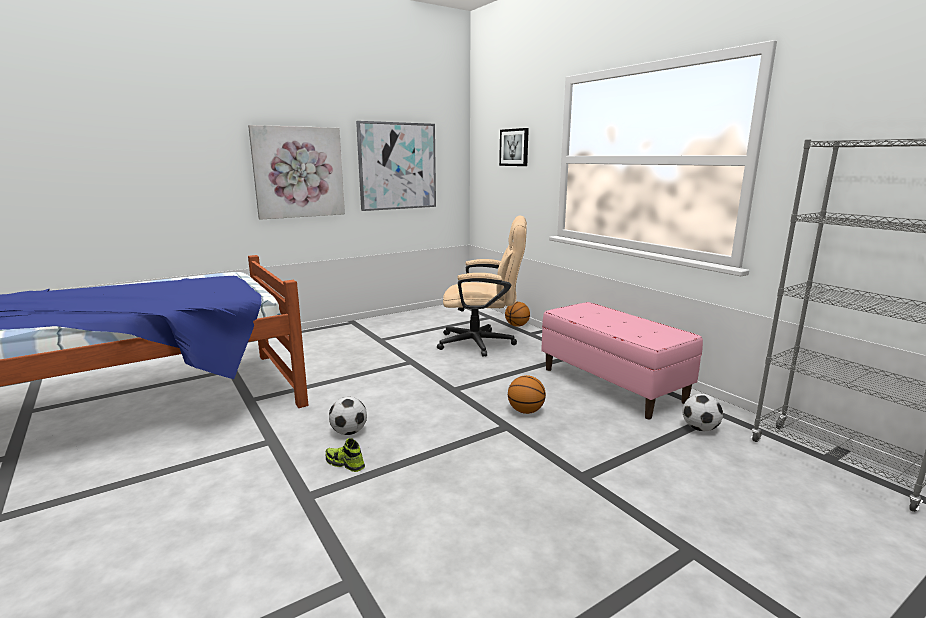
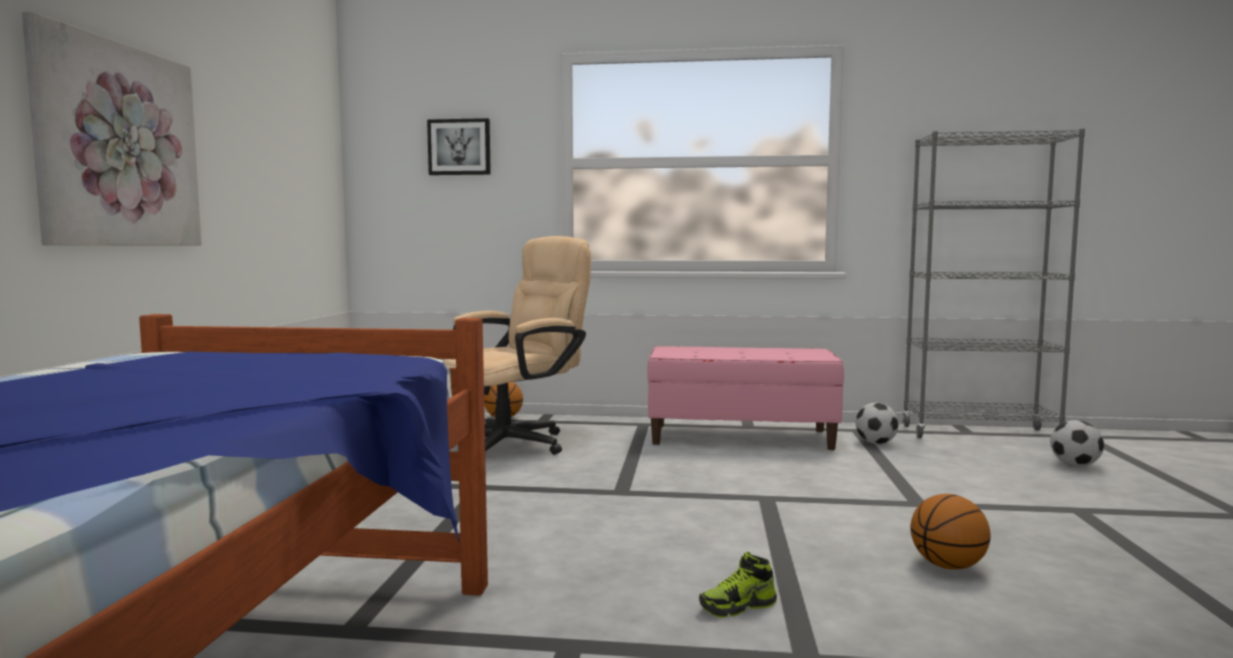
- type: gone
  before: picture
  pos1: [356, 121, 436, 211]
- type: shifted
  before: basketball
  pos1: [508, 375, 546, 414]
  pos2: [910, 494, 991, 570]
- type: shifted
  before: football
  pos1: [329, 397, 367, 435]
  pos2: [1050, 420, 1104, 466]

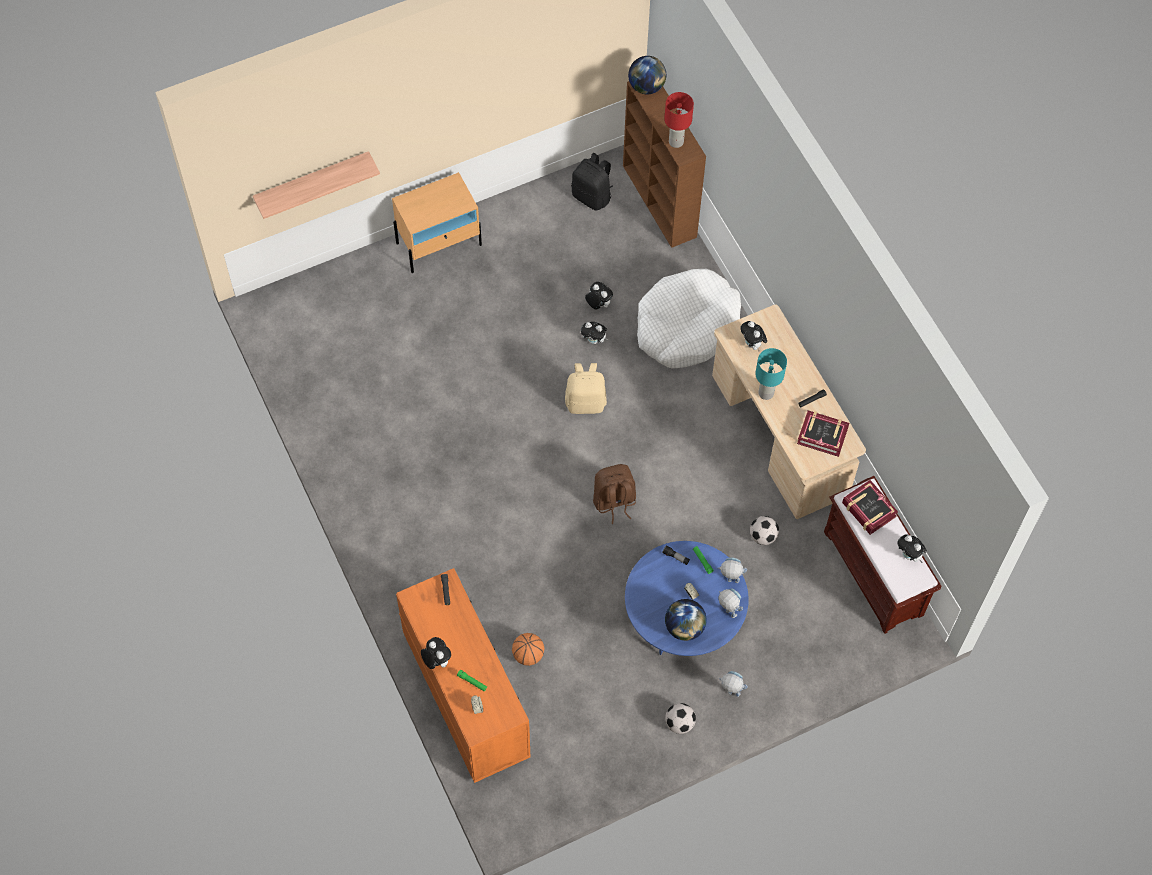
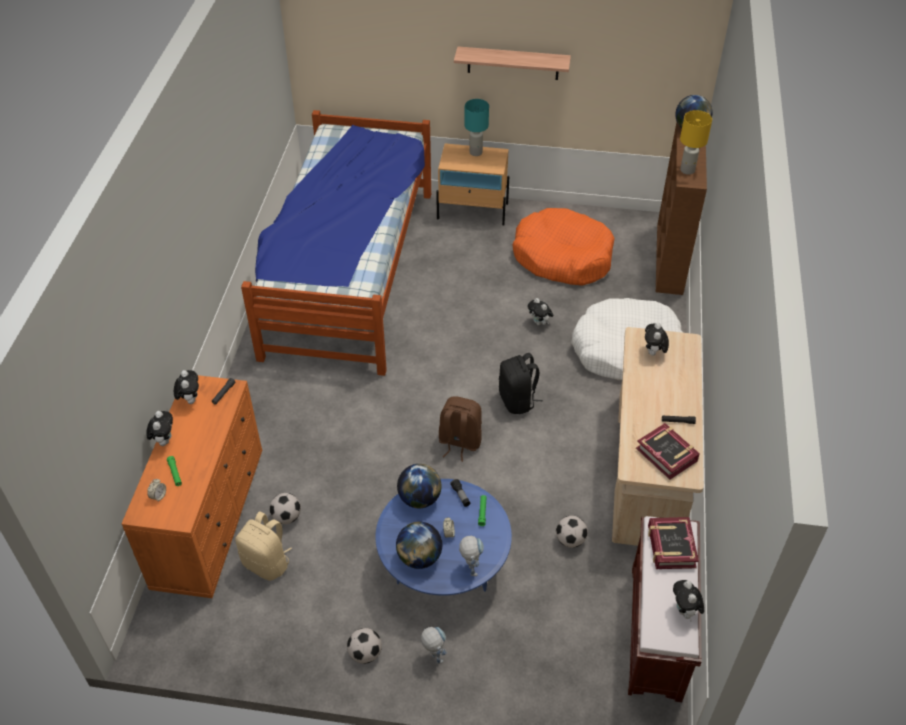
- type: repainted
  before: red table lamp
  after: yellow table lamp
  pos1: [664, 92, 694, 148]
  pos2: [680, 110, 712, 175]
- type: shifted
  before: shelf
  pos1: [253, 151, 380, 219]
  pos2: [454, 46, 571, 80]
- type: shifted
  before: black backpack
  pos1: [571, 153, 613, 211]
  pos2: [499, 353, 543, 414]
- type: shifted
  before: plush toy
  pos1: [585, 282, 613, 310]
  pos2: [174, 370, 199, 404]
- type: shifted
  before: turquoise table lamp
  pos1: [755, 348, 787, 400]
  pos2: [464, 99, 489, 156]
- type: shifted
  before: beige backpack
  pos1: [565, 363, 607, 414]
  pos2: [235, 511, 292, 581]
- type: gone
  before: toy robot
  pos1: [718, 558, 747, 583]
- type: swapped
  before: basketball
  after: football
  pos1: [512, 633, 545, 666]
  pos2: [269, 493, 301, 524]
- type: new
  after: bed
  pos2: [241, 110, 431, 376]
- type: new
  after: orange dog bed
  pos2: [512, 208, 615, 286]
- type: new
  after: globe
  pos2: [397, 464, 442, 508]

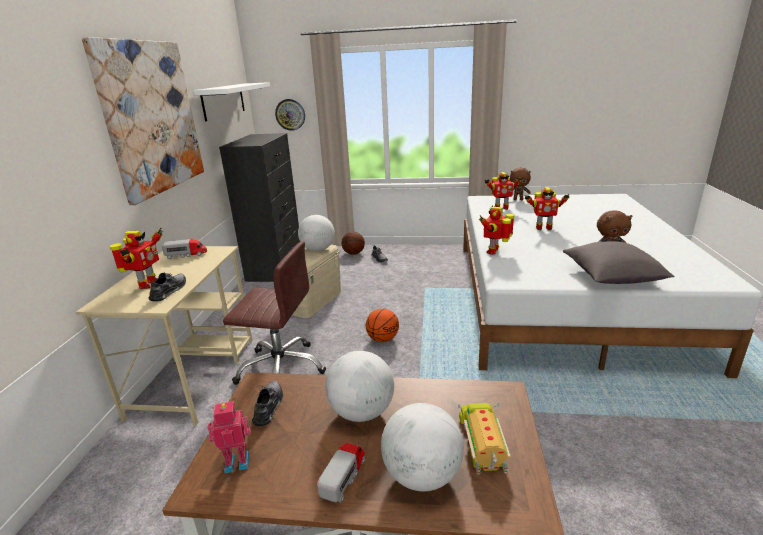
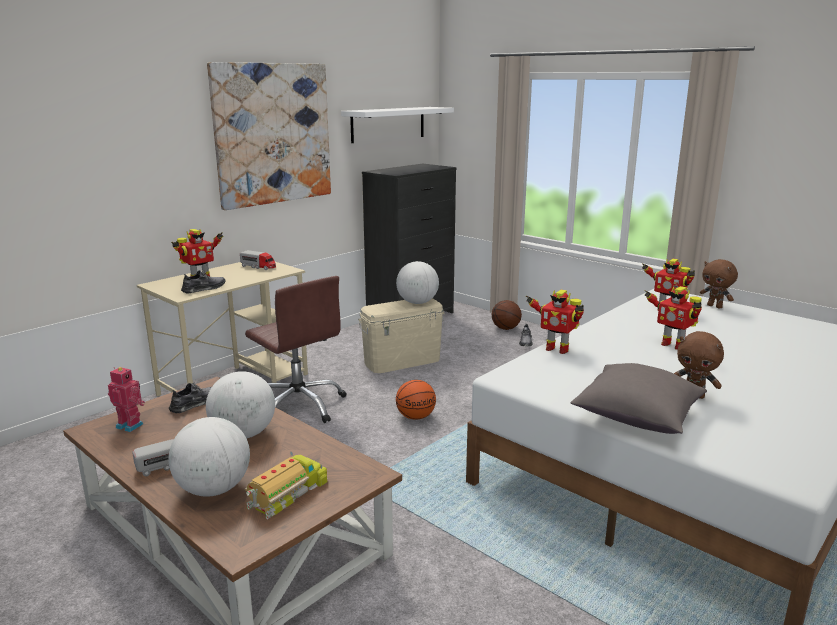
- type: gone
  before: wall clock
  pos1: [275, 99, 305, 131]
- type: rotated
  before: toy robot
  pos1: [479, 205, 514, 254]
  pos2: [526, 290, 584, 354]
  turn: -120

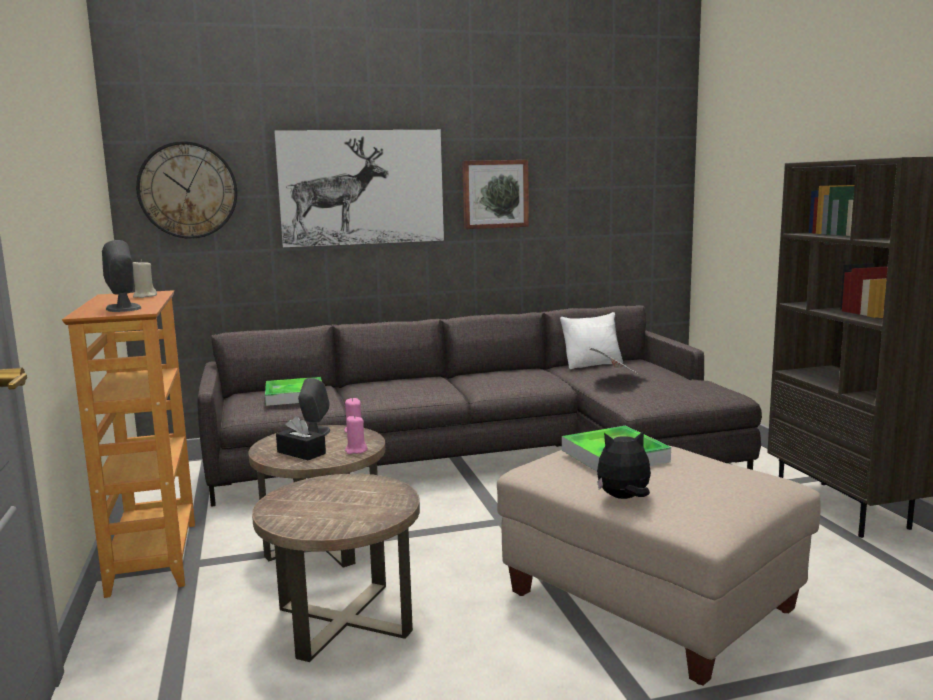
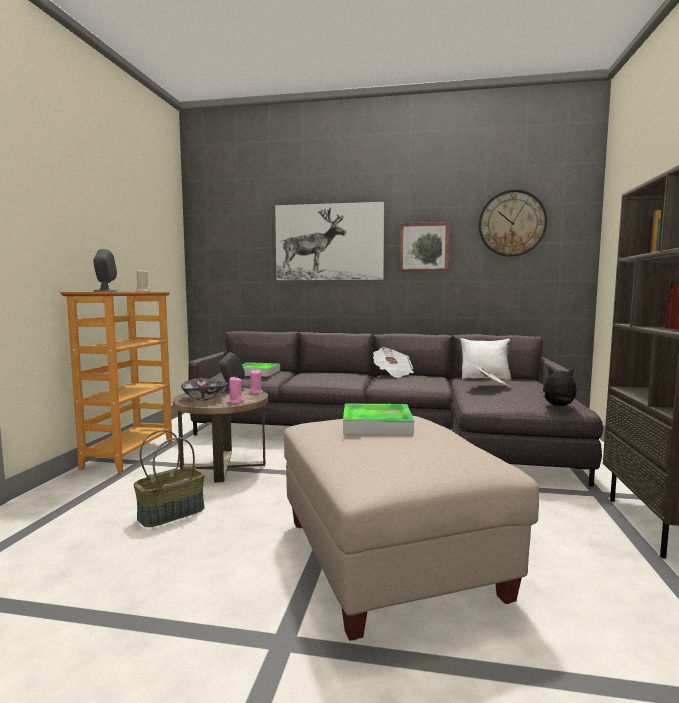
- type: shifted
  before: wall clock
  pos1: [136, 141, 237, 239]
  pos2: [479, 190, 547, 257]
- type: swapped
  before: black tissue box
  after: bowl
  pos1: [276, 416, 326, 460]
  pos2: [181, 378, 225, 401]
- type: shifted
  before: plush toy
  pos1: [597, 430, 651, 499]
  pos2: [541, 367, 577, 406]
- type: swapped
  before: brown side table
  after: basket
  pos1: [252, 474, 420, 662]
  pos2: [133, 430, 205, 527]
- type: new
  after: newspaper
  pos2: [373, 348, 414, 377]

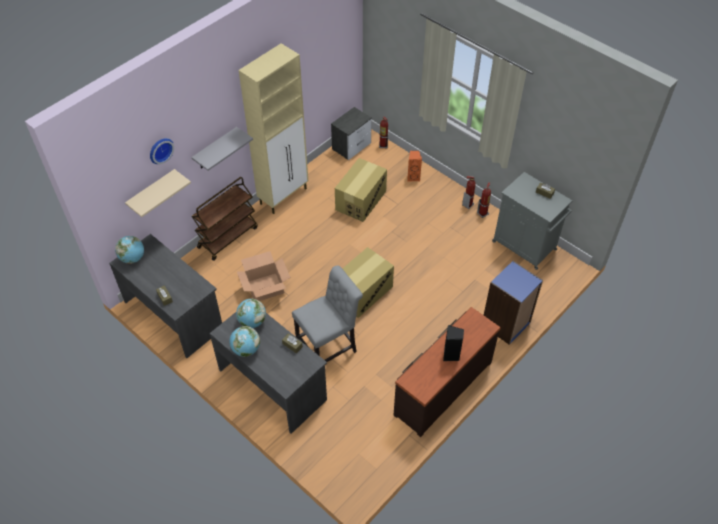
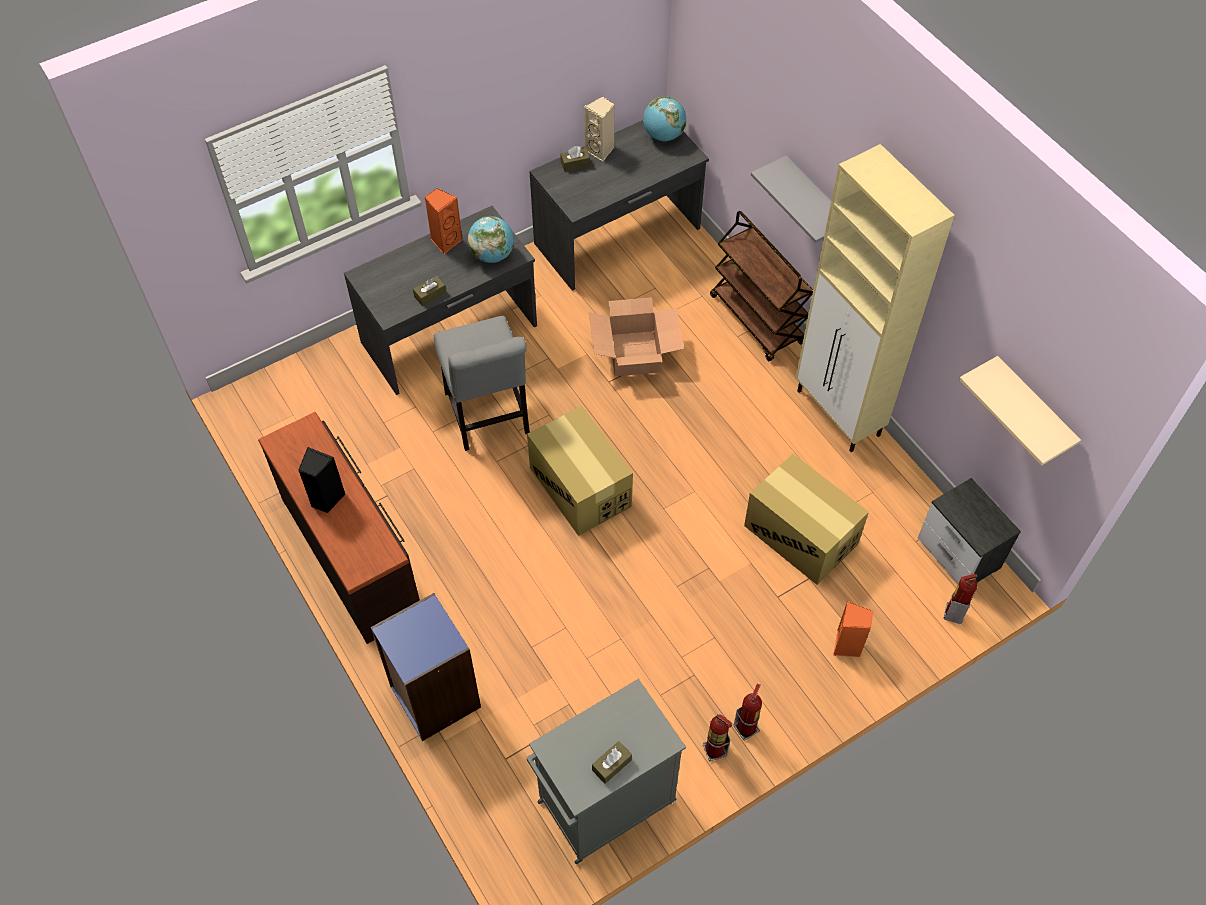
- type: gone
  before: wall clock
  pos1: [150, 138, 174, 164]
- type: shifted
  before: beige shelf
  pos1: [125, 169, 191, 217]
  pos2: [959, 356, 1081, 466]
- type: swapped
  before: globe
  after: orange speaker
  pos1: [229, 326, 260, 357]
  pos2: [424, 188, 463, 254]
- type: new
  after: beige speaker
  pos2: [584, 96, 615, 161]

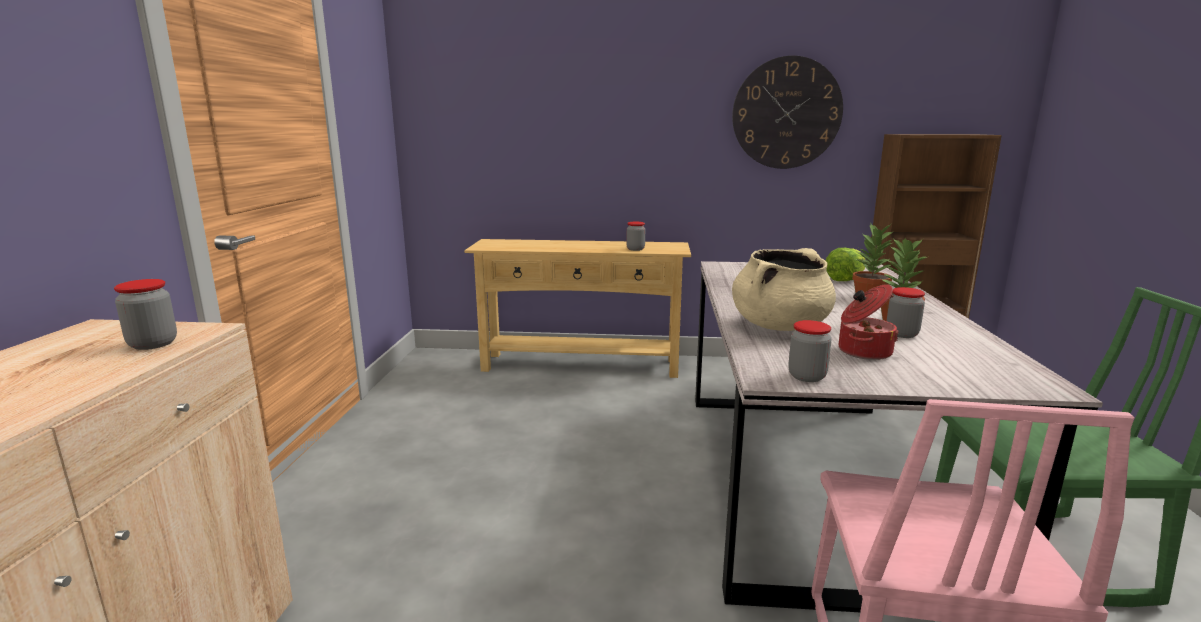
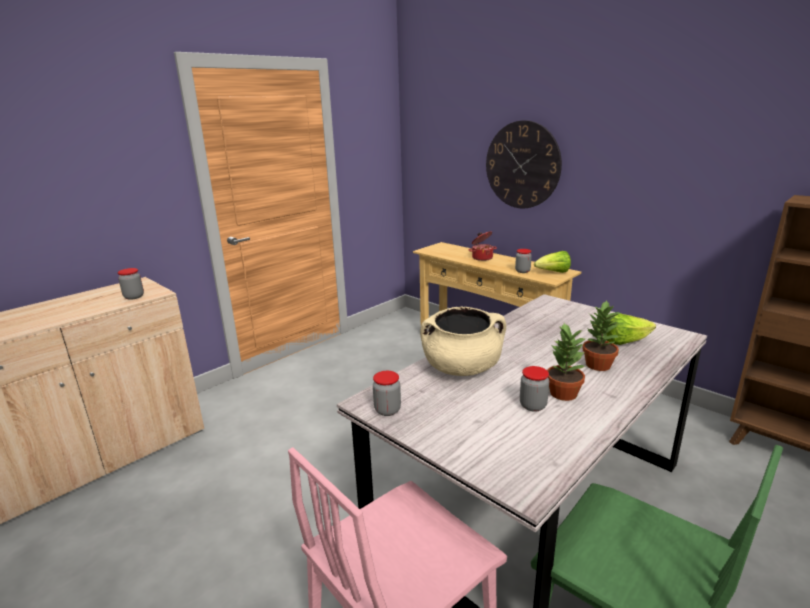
- type: shifted
  before: wall clock
  pos1: [732, 56, 843, 169]
  pos2: [486, 120, 562, 208]
- type: shifted
  before: cooking pot
  pos1: [839, 284, 899, 360]
  pos2: [469, 231, 497, 261]
- type: new
  after: lettuce
  pos2: [534, 251, 571, 273]

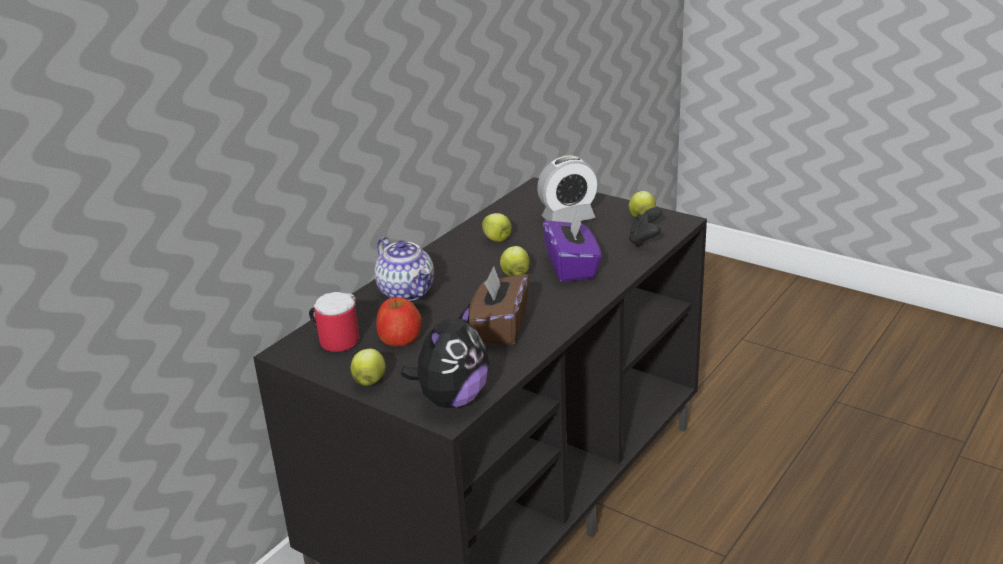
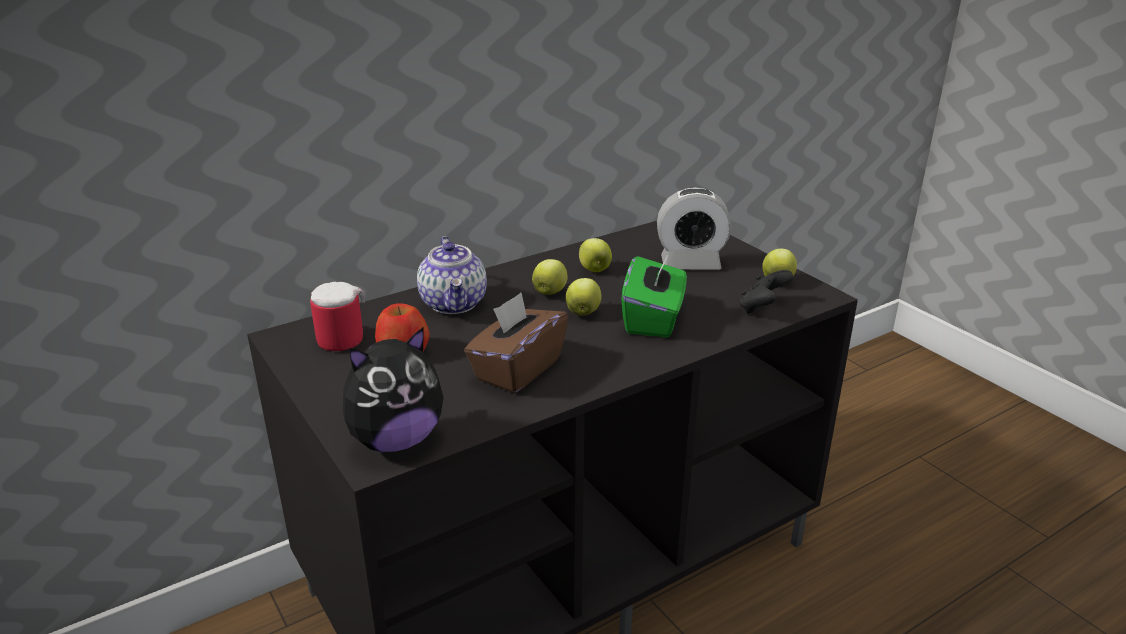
- type: repainted
  before: purple tissue box
  after: green tissue box
  pos1: [543, 210, 601, 282]
  pos2: [621, 251, 687, 338]
- type: shifted
  before: apple
  pos1: [351, 349, 386, 386]
  pos2: [532, 259, 567, 295]

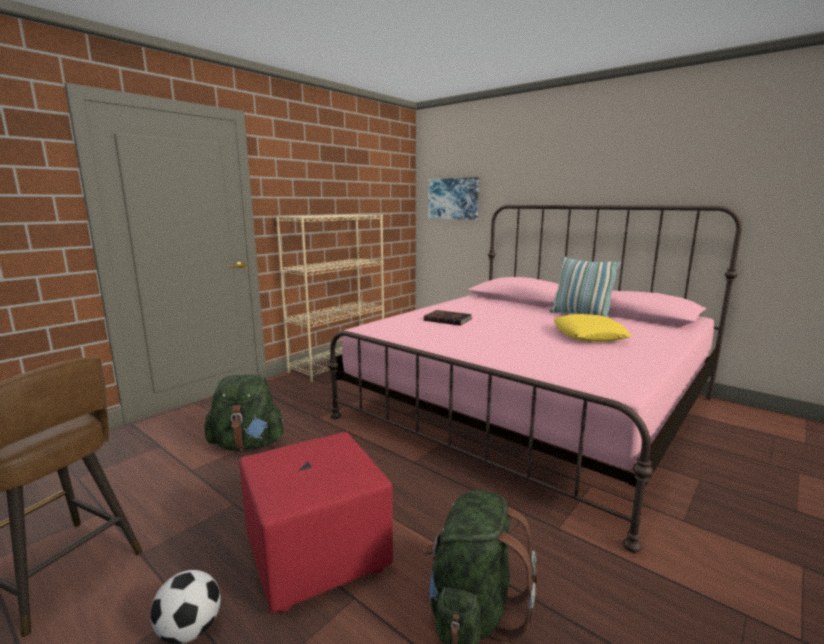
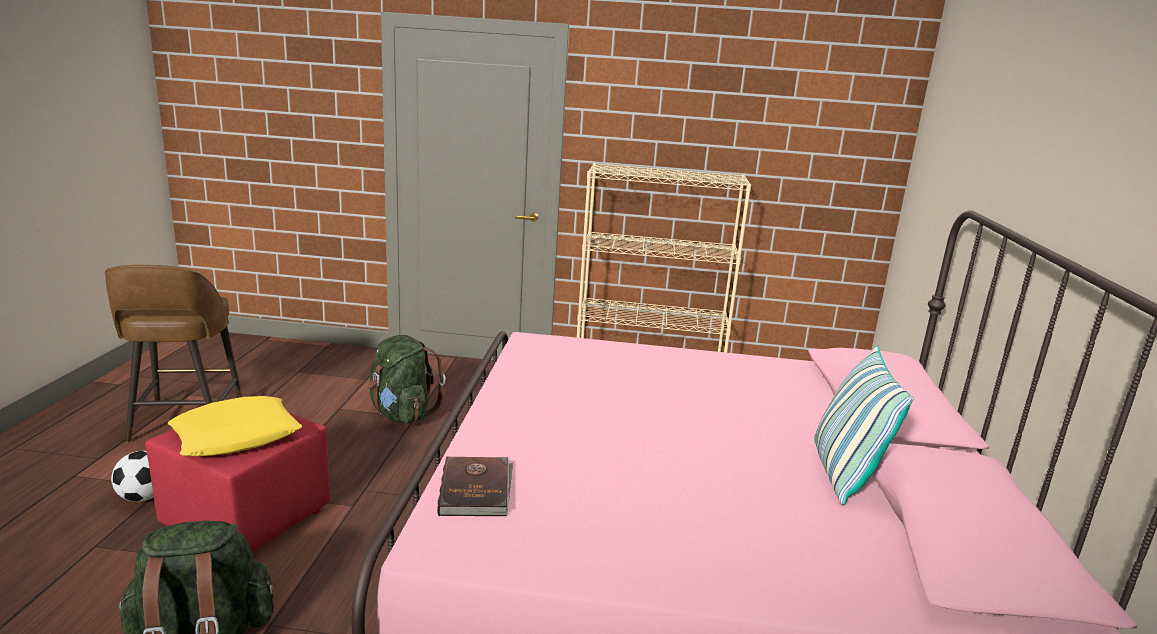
- type: gone
  before: picture
  pos1: [428, 177, 479, 220]
- type: shifted
  before: brown book
  pos1: [424, 310, 472, 326]
  pos2: [437, 456, 513, 516]
- type: shifted
  before: yellow pillow
  pos1: [554, 314, 631, 342]
  pos2: [167, 396, 302, 456]

